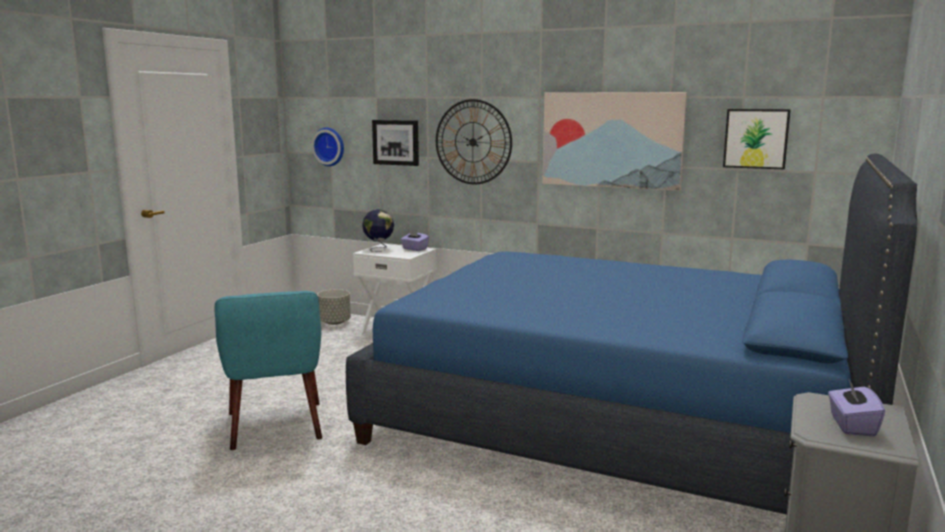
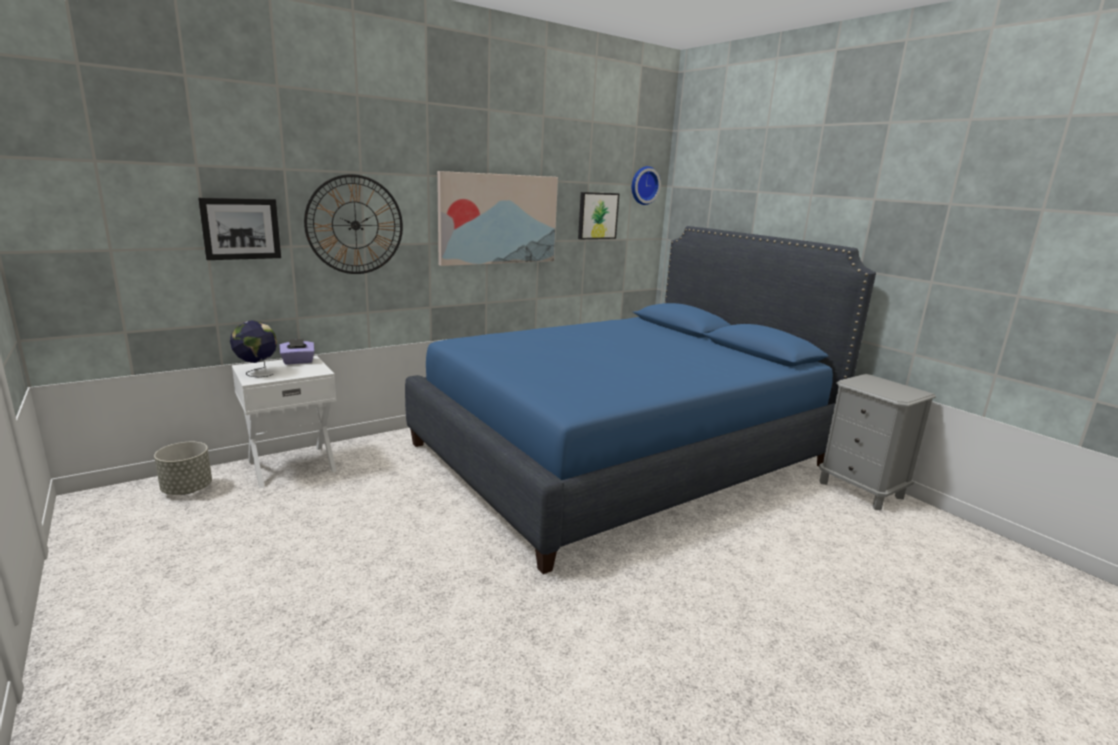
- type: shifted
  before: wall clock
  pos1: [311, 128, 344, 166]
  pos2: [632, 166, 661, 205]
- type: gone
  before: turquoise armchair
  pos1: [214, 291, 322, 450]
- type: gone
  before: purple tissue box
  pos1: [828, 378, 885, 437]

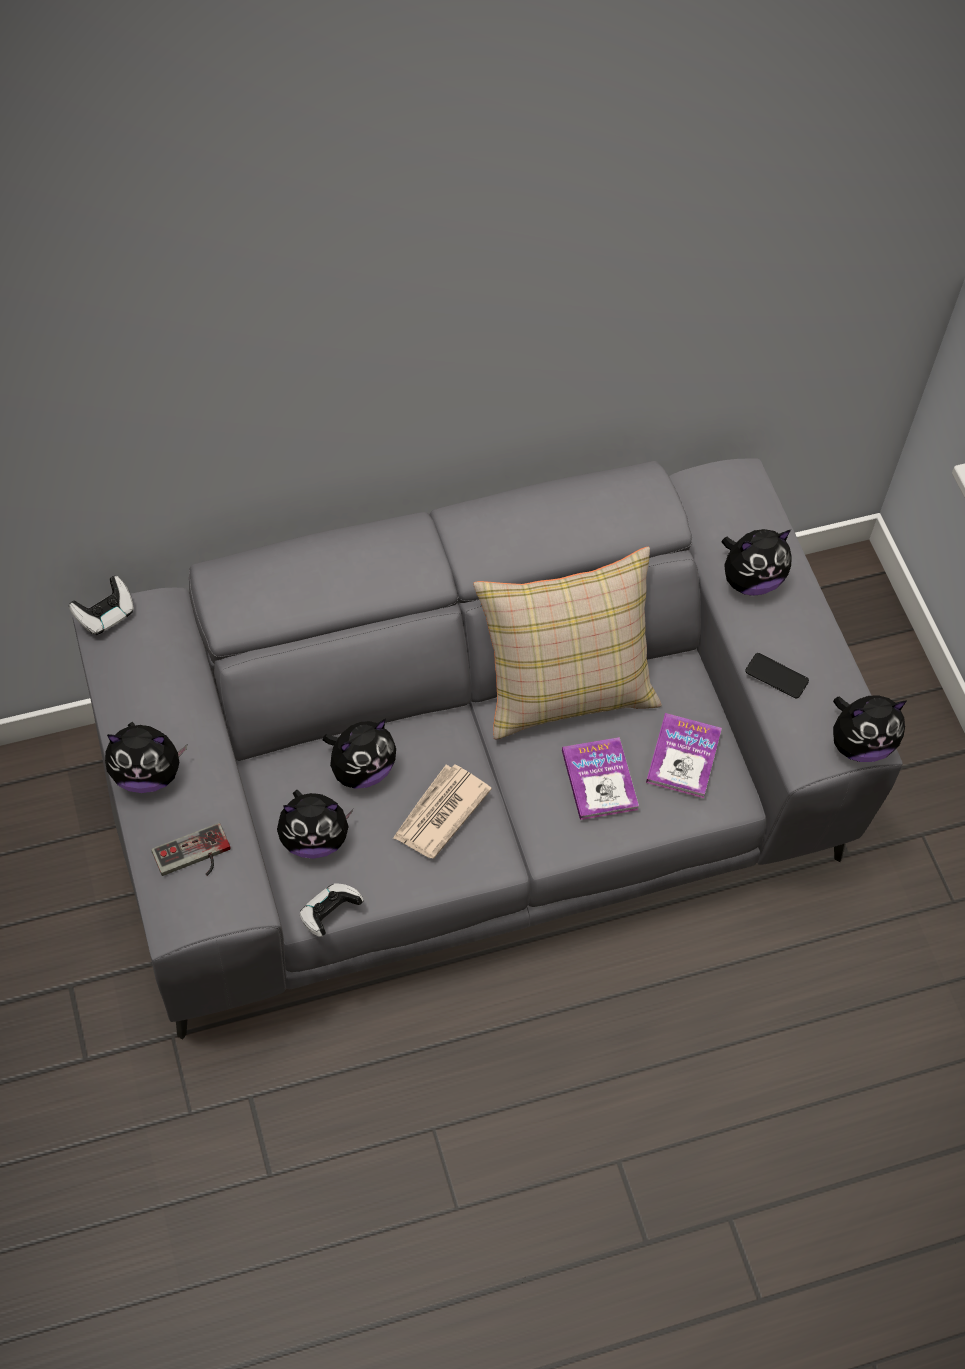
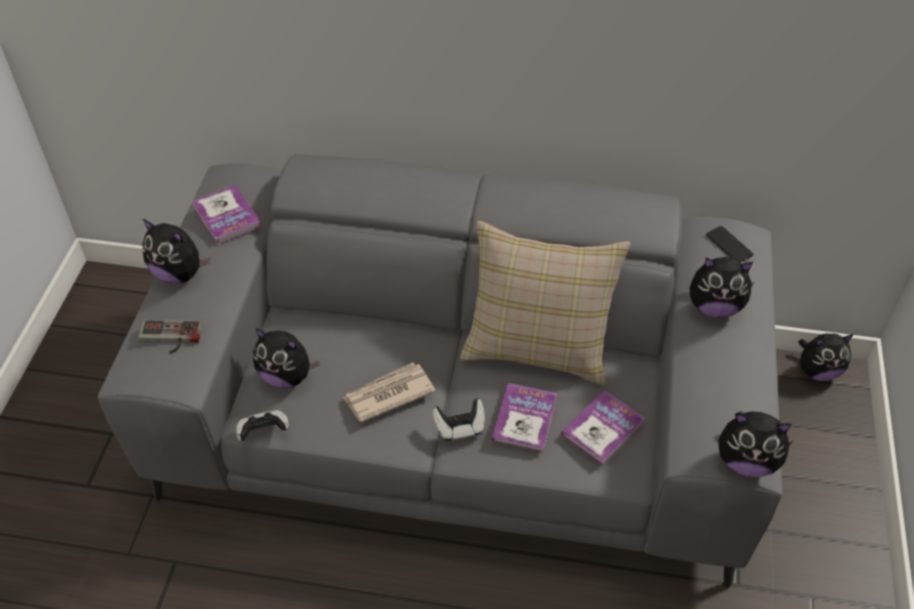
- type: shifted
  before: game controller
  pos1: [69, 576, 134, 635]
  pos2: [432, 399, 485, 441]
- type: shifted
  before: phone
  pos1: [745, 653, 809, 699]
  pos2: [706, 226, 753, 263]
- type: shifted
  before: plush toy
  pos1: [323, 719, 396, 789]
  pos2: [798, 333, 854, 381]
- type: new
  after: book
  pos2: [192, 185, 262, 244]

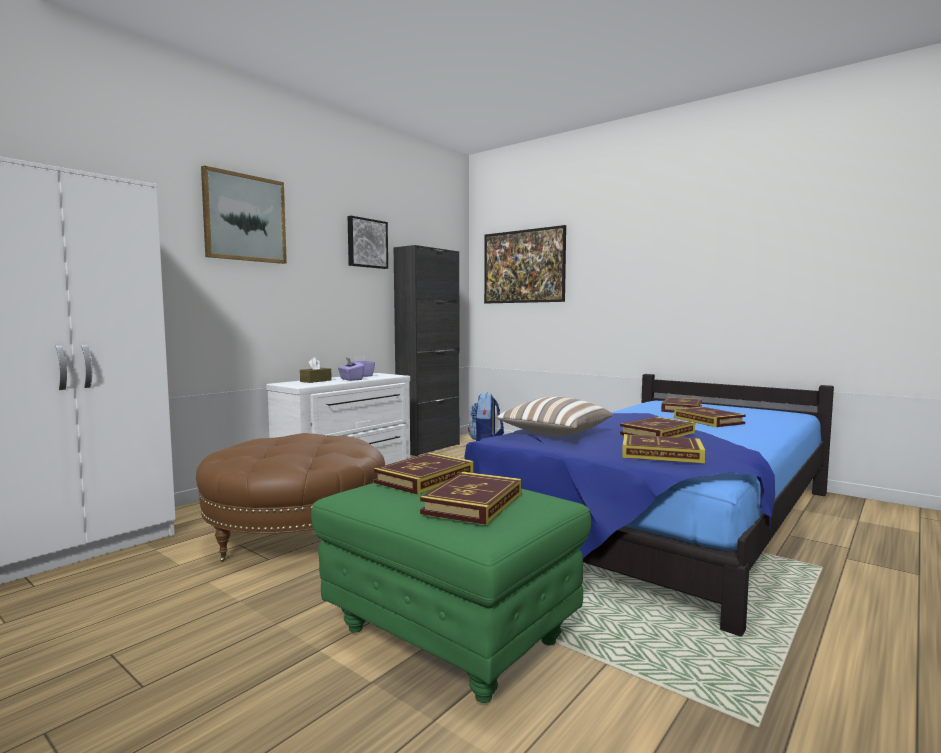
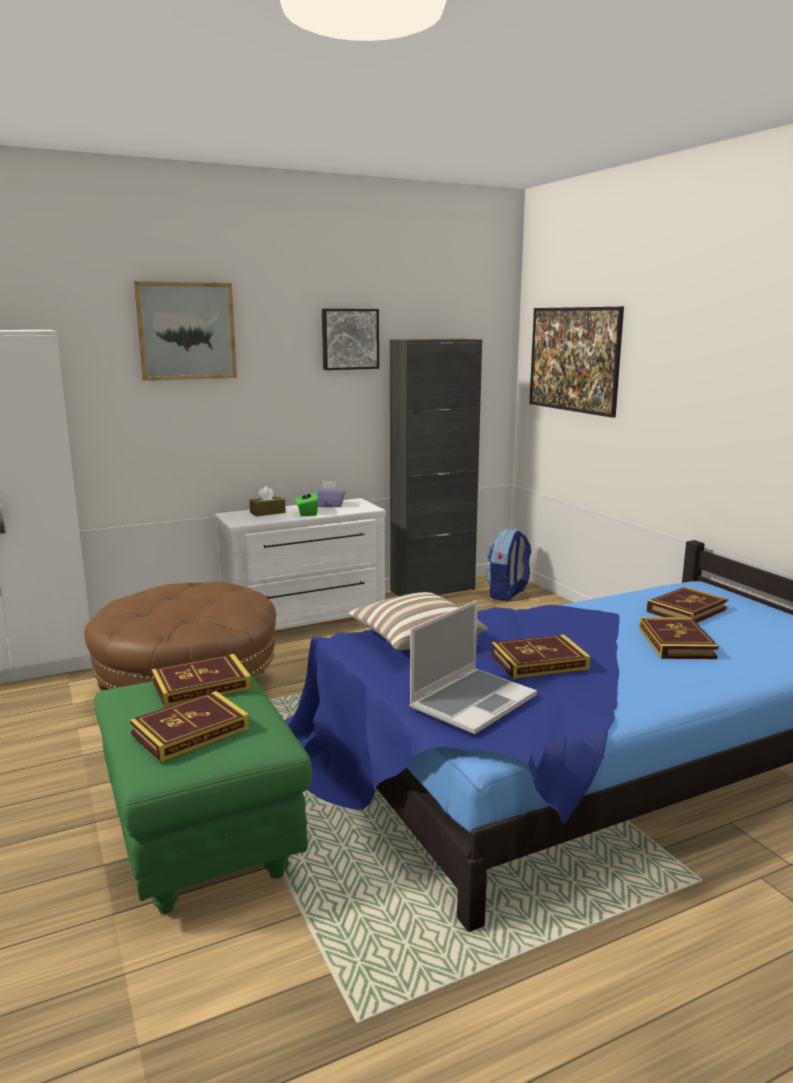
- type: repainted
  before: purple tissue box
  after: green tissue box
  pos1: [338, 358, 364, 381]
  pos2: [296, 487, 318, 516]
- type: swapped
  before: book
  after: laptop
  pos1: [622, 434, 706, 464]
  pos2: [409, 600, 537, 734]

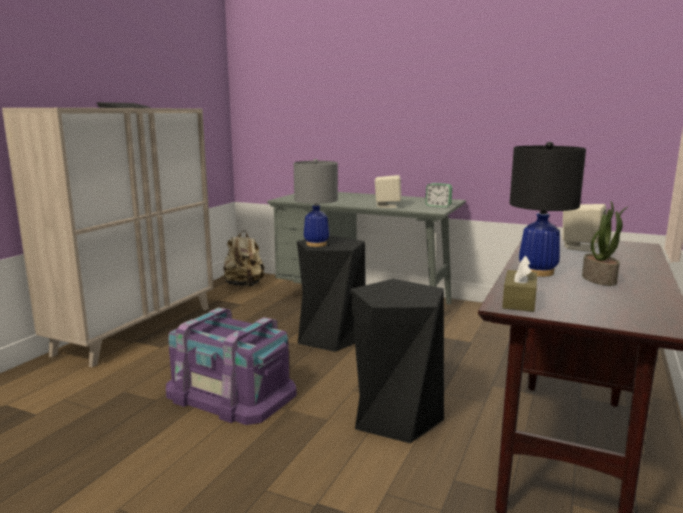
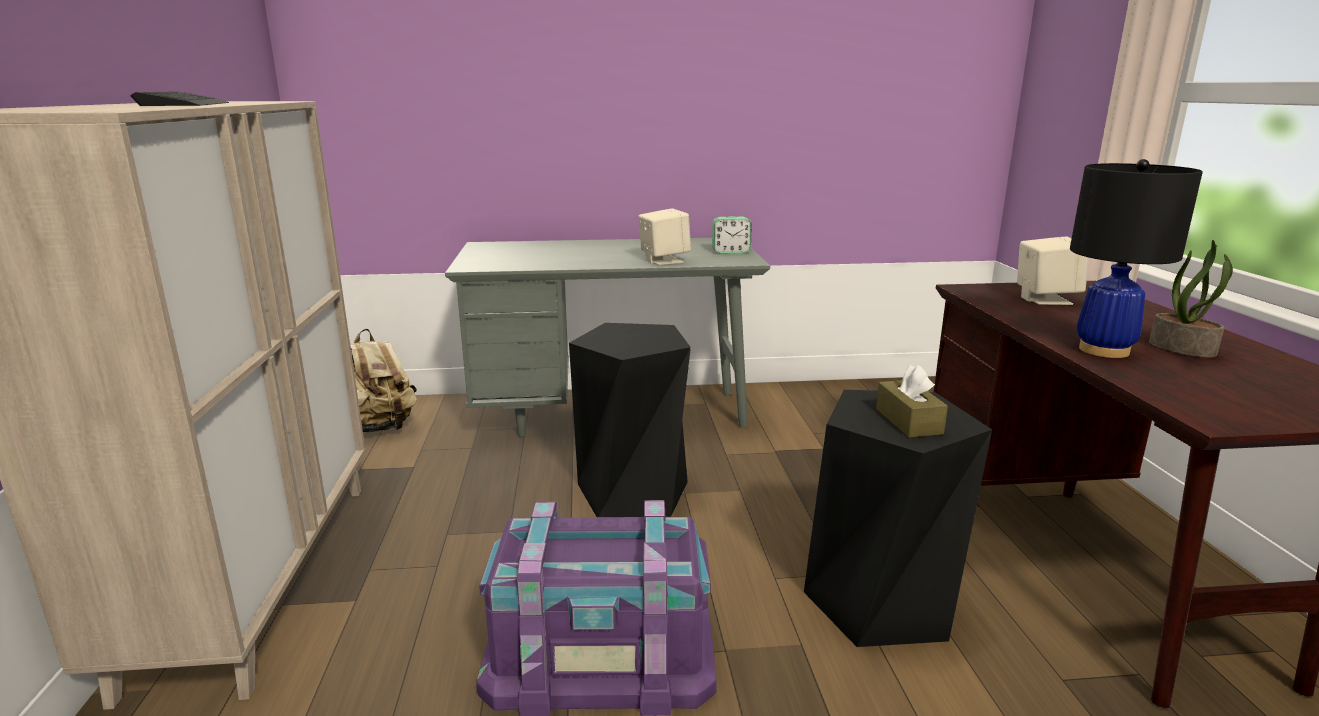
- type: gone
  before: grey table lamp
  pos1: [294, 159, 338, 247]
- type: shifted
  before: brown tissue box
  pos1: [502, 256, 537, 312]
  pos2: [876, 365, 948, 438]

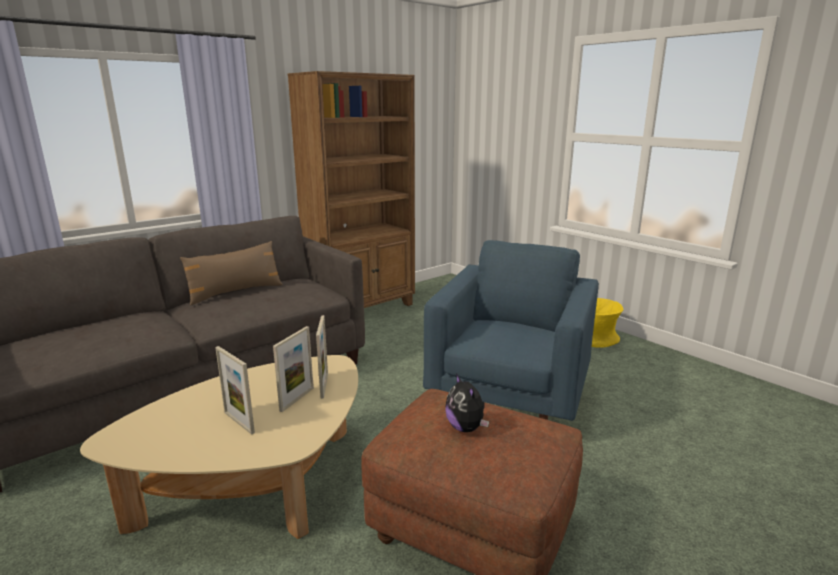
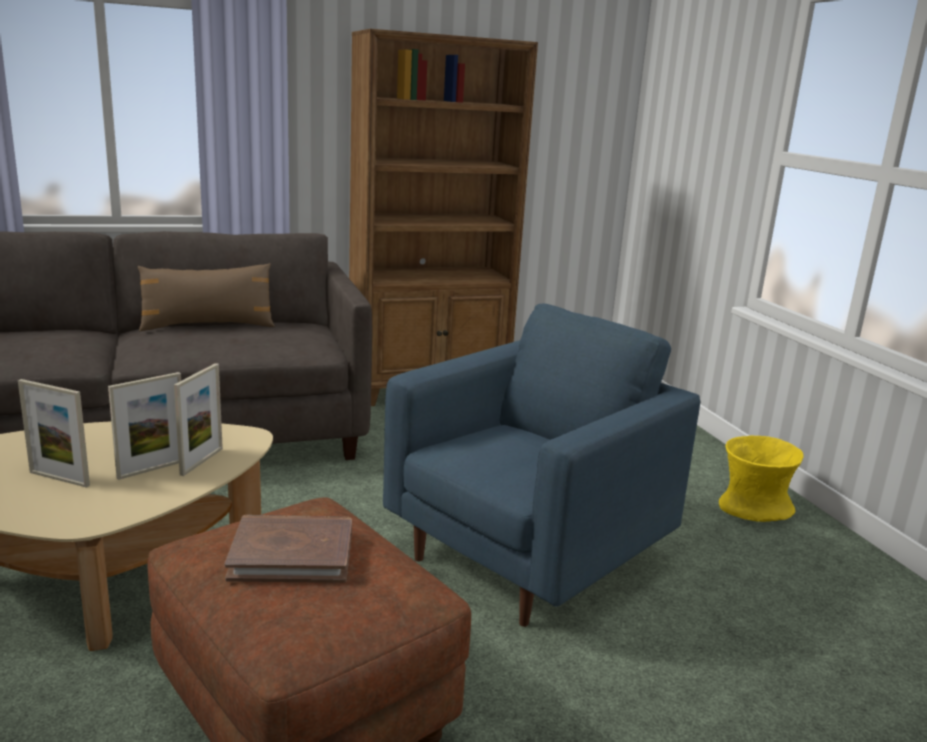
- type: rotated
  before: picture frame
  pos1: [215, 346, 255, 434]
  pos2: [18, 379, 90, 488]
  turn: -45
- type: swapped
  before: plush toy
  after: brown book
  pos1: [445, 373, 489, 432]
  pos2: [224, 515, 352, 583]

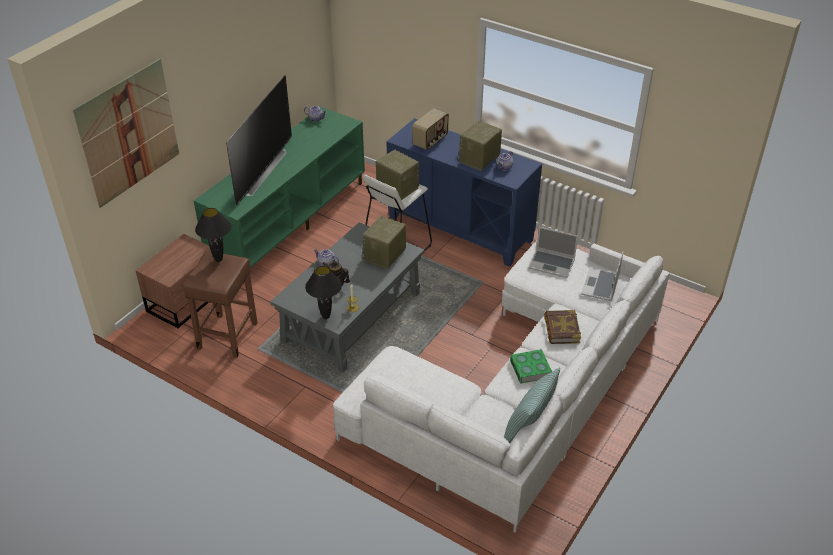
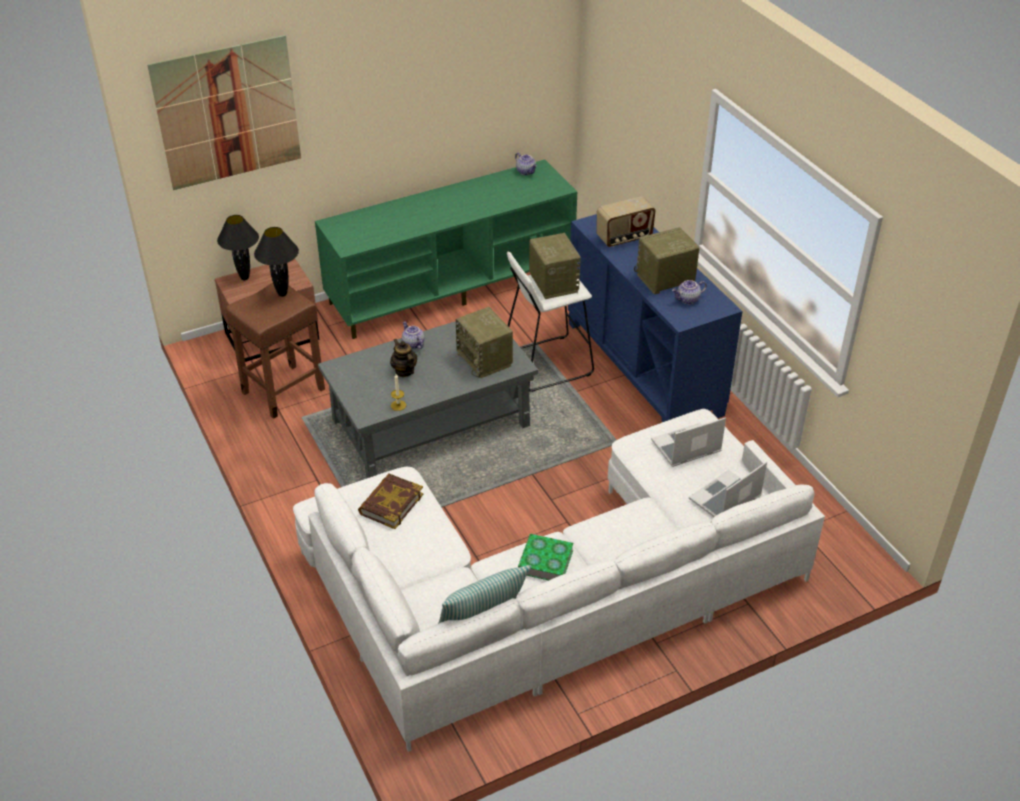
- type: gone
  before: television
  pos1: [226, 75, 292, 206]
- type: rotated
  before: radio
  pos1: [362, 216, 406, 269]
  pos2: [456, 307, 513, 379]
  turn: -90
- type: rotated
  before: laptop
  pos1: [529, 227, 578, 278]
  pos2: [651, 417, 726, 467]
  turn: 105
- type: shifted
  before: black table lamp
  pos1: [305, 266, 342, 319]
  pos2: [217, 215, 259, 280]
- type: shifted
  before: book
  pos1: [544, 310, 581, 344]
  pos2: [358, 474, 423, 529]

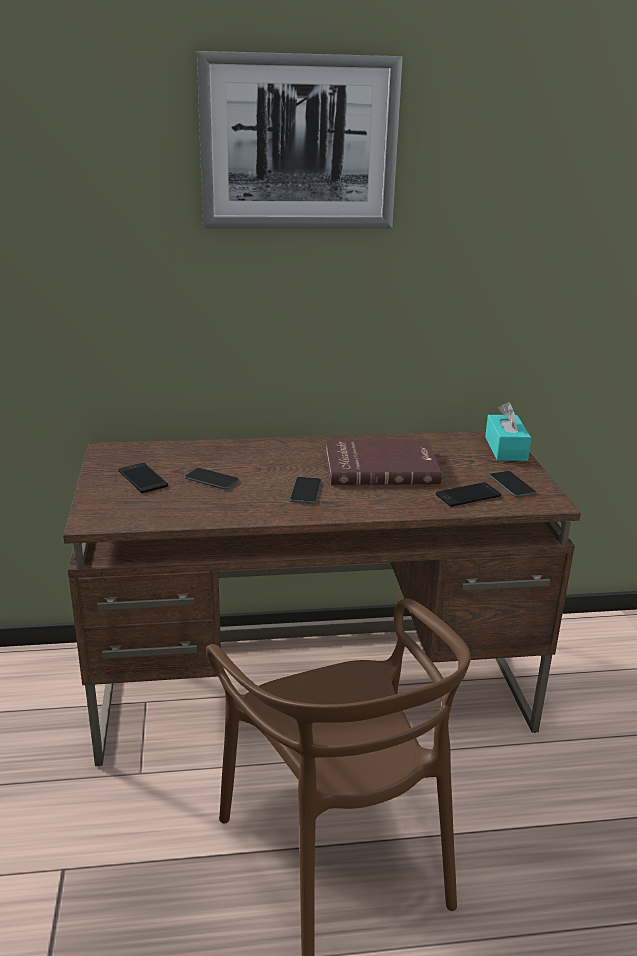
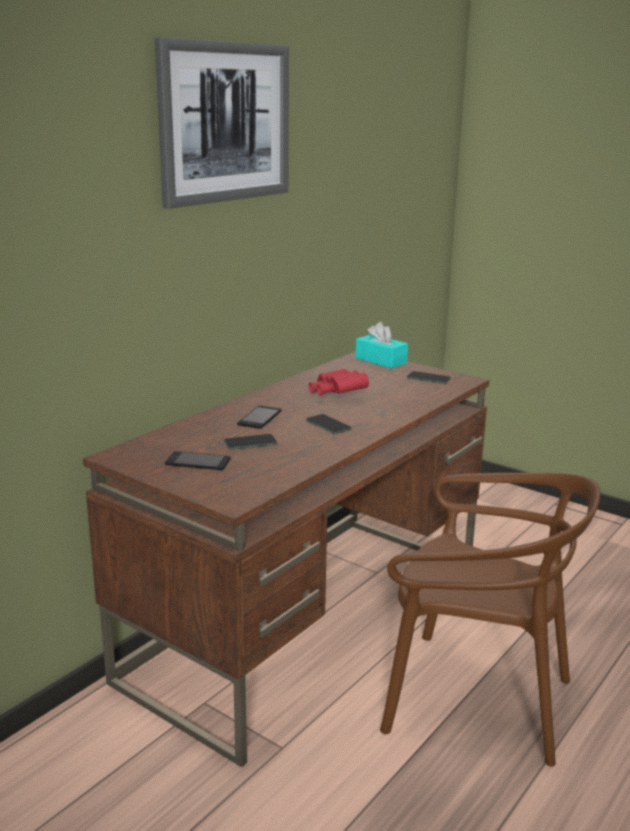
- type: swapped
  before: red book
  after: red binoculars
  pos1: [325, 439, 442, 485]
  pos2: [309, 368, 369, 396]
- type: shifted
  before: phone
  pos1: [436, 482, 501, 507]
  pos2: [237, 406, 282, 429]

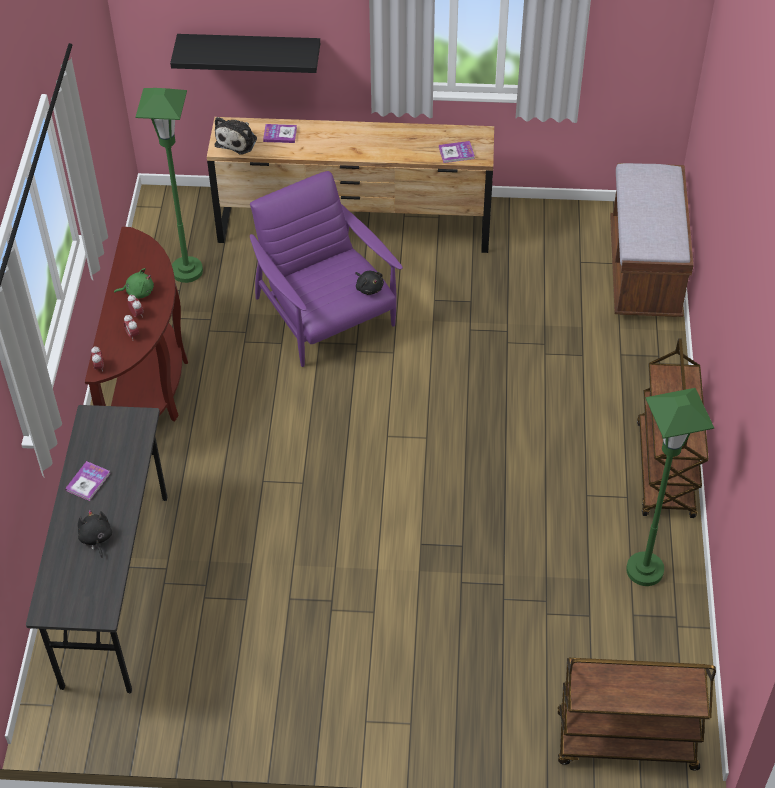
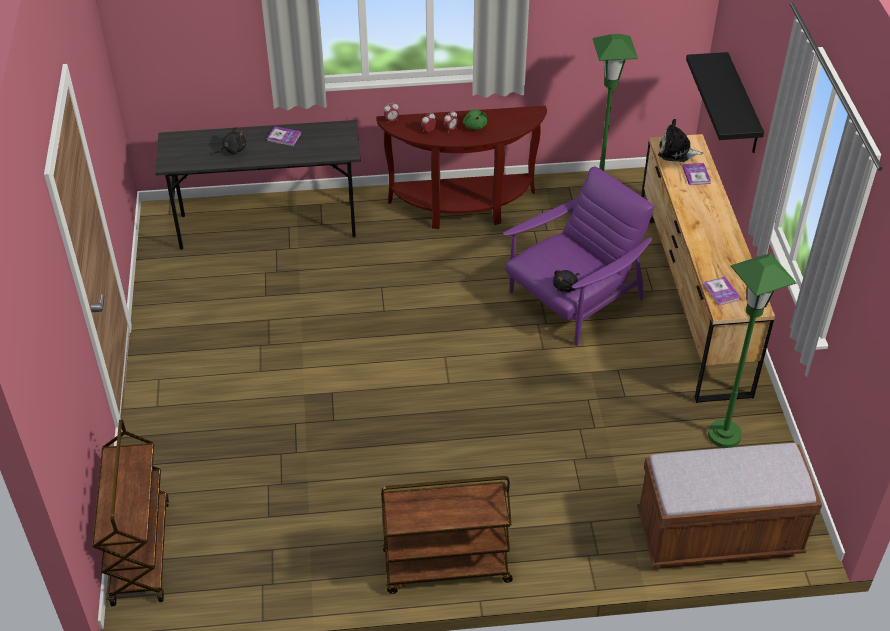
- type: shifted
  before: green floor lamp
  pos1: [626, 388, 714, 586]
  pos2: [708, 253, 797, 448]

